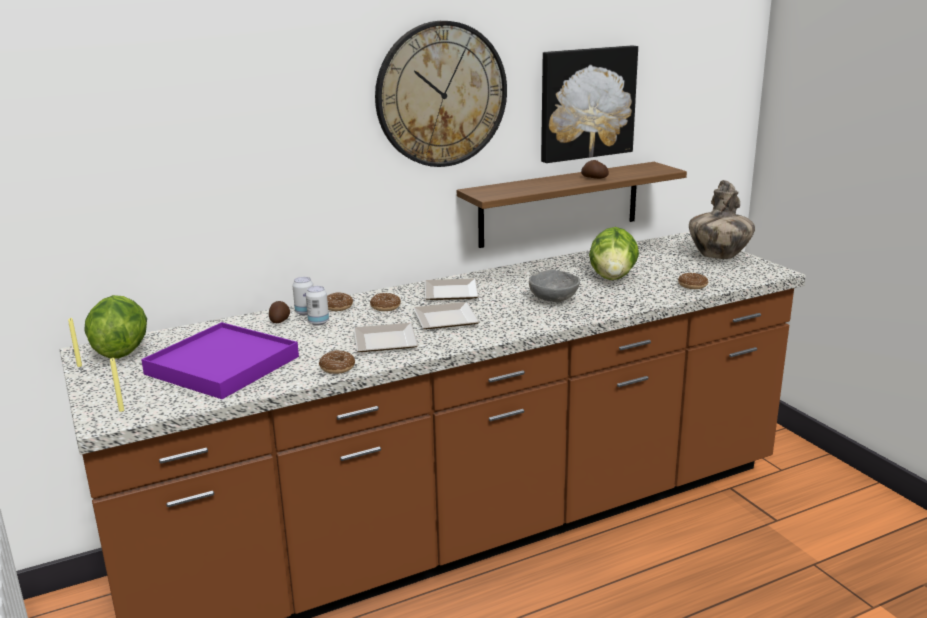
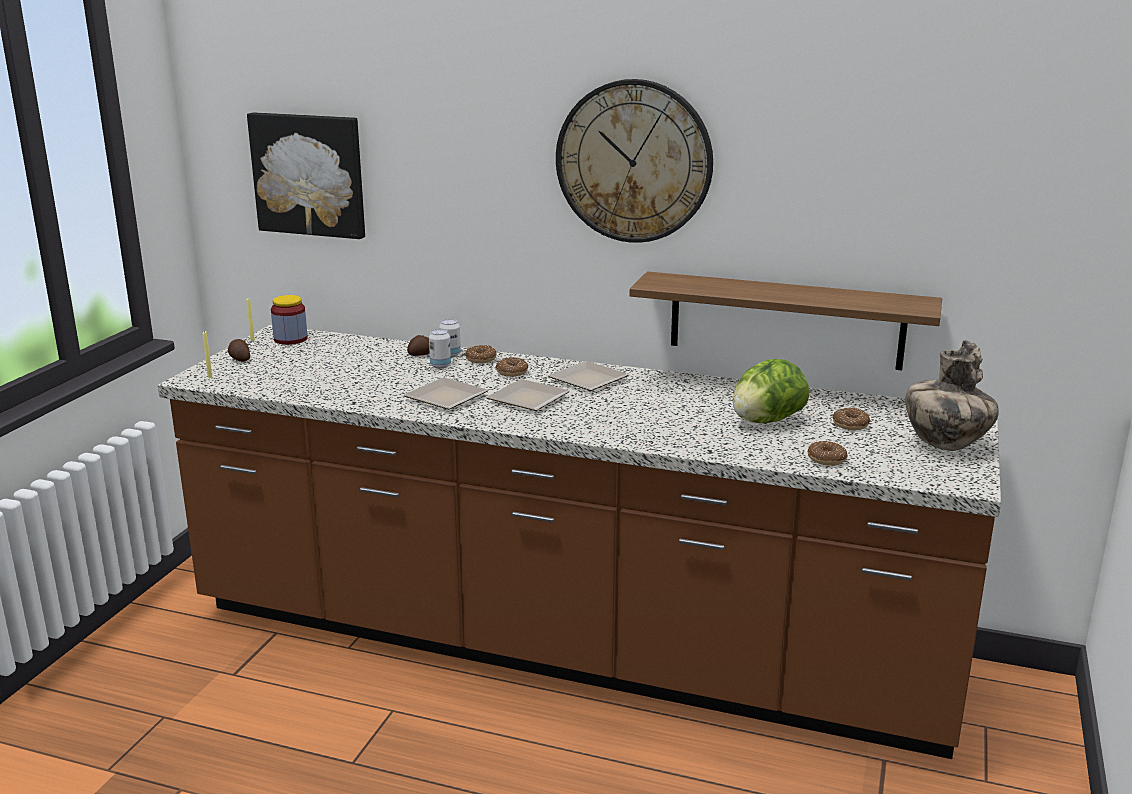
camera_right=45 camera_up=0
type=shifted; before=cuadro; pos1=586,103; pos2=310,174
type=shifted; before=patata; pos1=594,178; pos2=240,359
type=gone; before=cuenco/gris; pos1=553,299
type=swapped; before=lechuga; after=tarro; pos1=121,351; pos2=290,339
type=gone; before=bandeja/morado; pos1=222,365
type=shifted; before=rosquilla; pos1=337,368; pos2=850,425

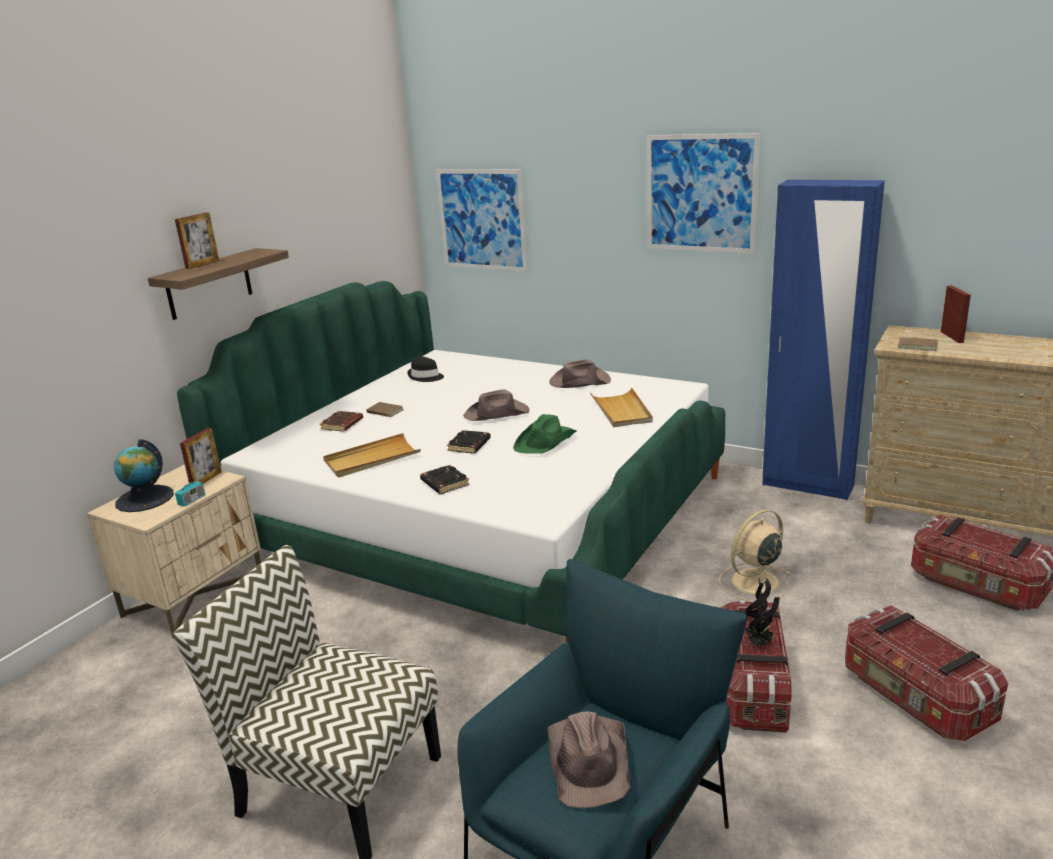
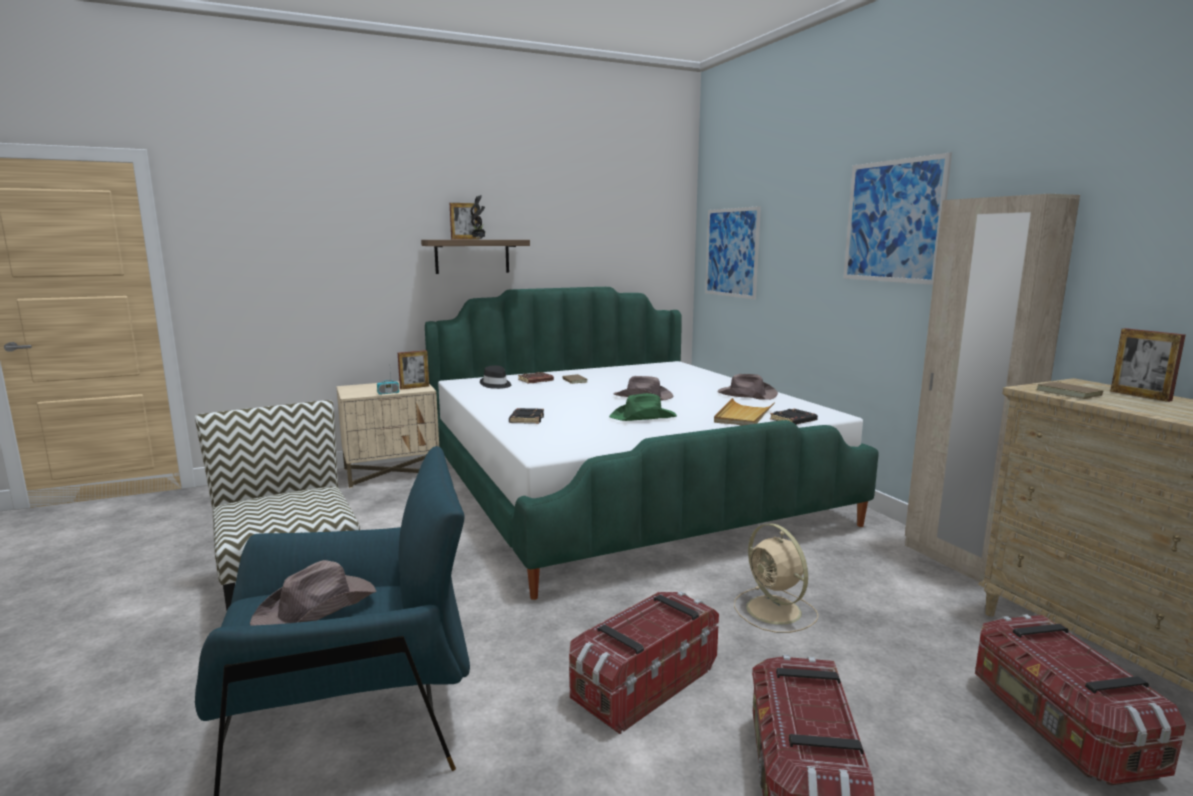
camera_right=35 camera_up=-10
type=repainted; before=armario ropero/azul; after=armario ropero/beis; pos1=807,485; pos2=958,562
type=rotated; before=portarretratos; pos1=951,337; pos2=1140,396; turn=120
type=shifted; before=sombrero/negro; pos1=425,377; pos2=496,385
type=shifted; before=libro/negro; pos1=469,445; pos2=793,421
type=gone; before=bandeja/beis; pos1=372,459
type=gone; before=globo terráqueo; pos1=145,499
type=rotated; before=ventilador/beis; pos1=753,582; pos2=775,611; turn=-120
type=shifted; before=planta en maceta; pos1=760,644; pos2=479,239

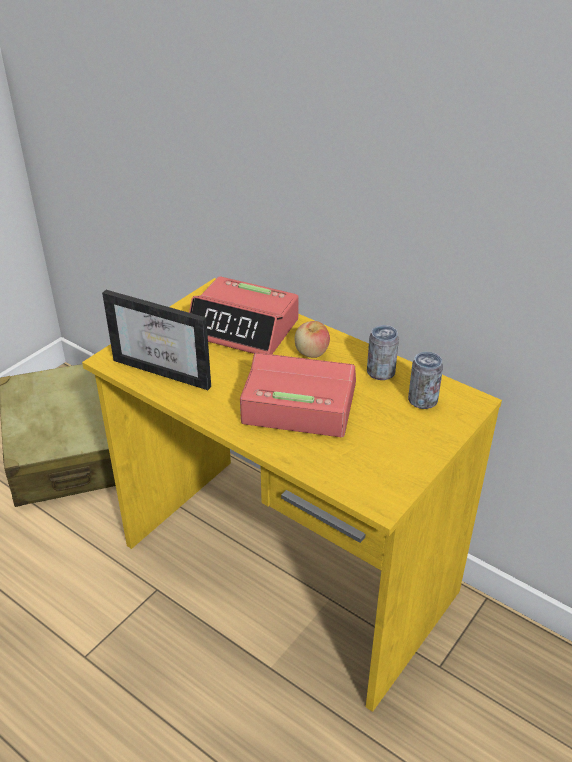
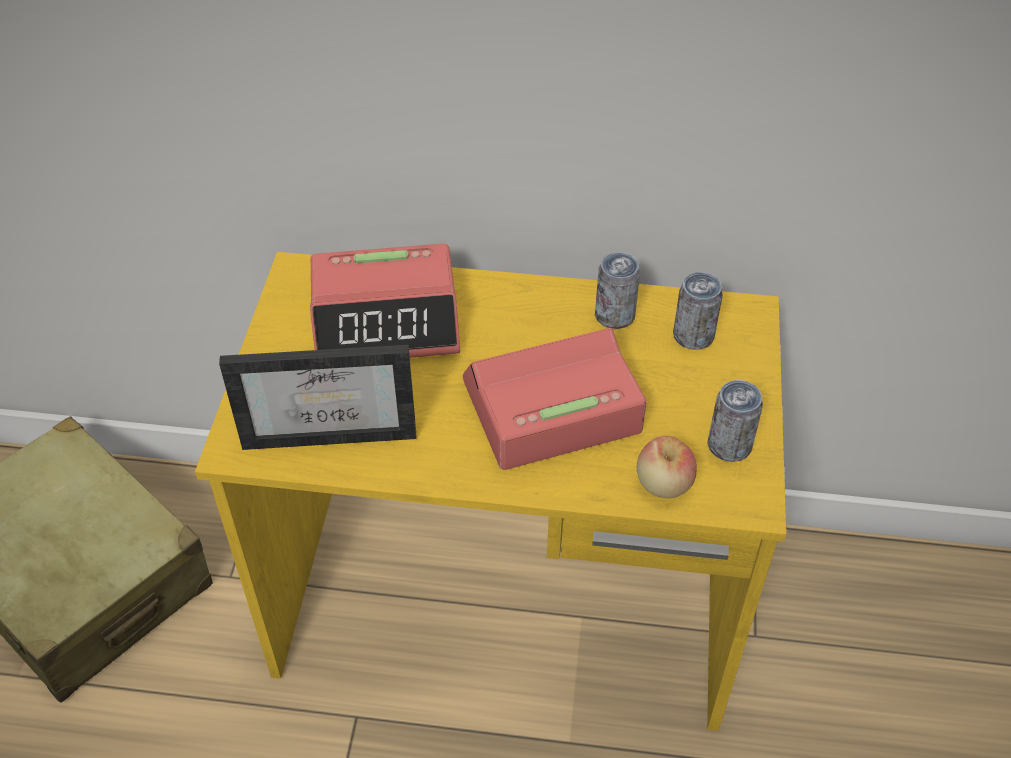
camera_right=-30 camera_up=10
type=shifted; before=manzana; pos1=311,352; pos2=663,484
type=new; after=lata; pos2=729,445

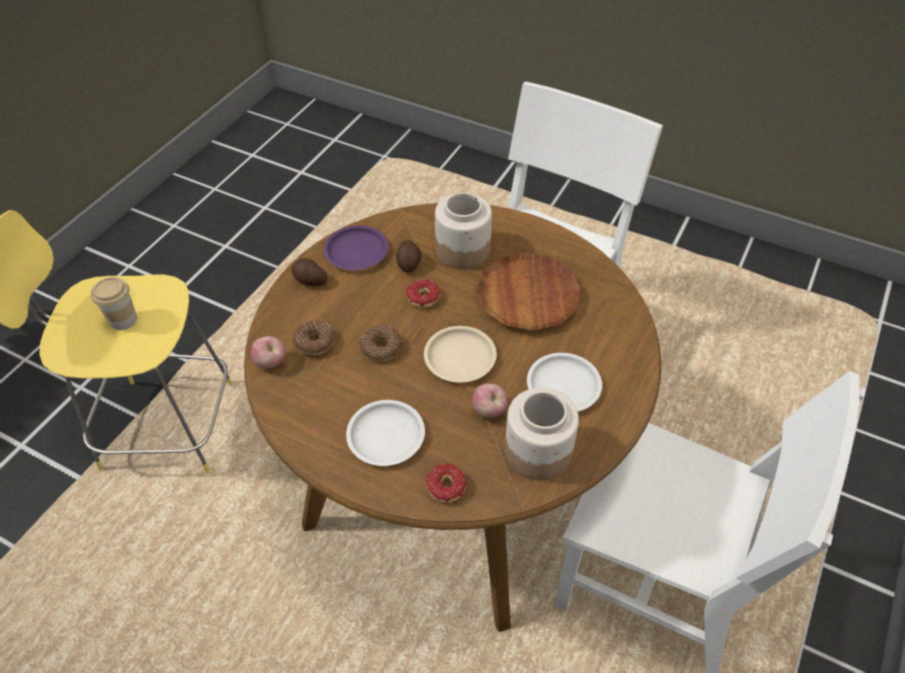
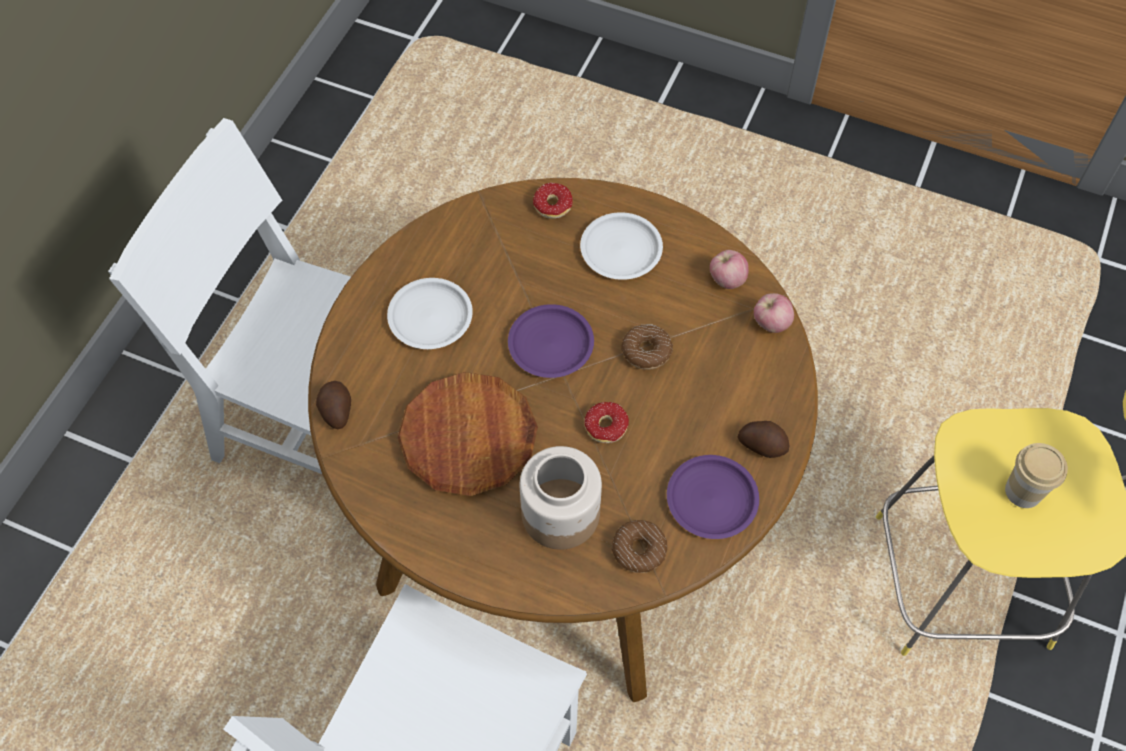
camera_right=175 camera_up=10
type=shifted; before=patata; pos1=409,263; pos2=336,410
type=shifted; before=rosquilla; pos1=315,342; pos2=639,550
type=repainted; before=plato/beis; after=plato/morado; pos1=459,357; pos2=551,345
type=shifted; before=manzana; pos1=489,411; pos2=726,280
type=gone; before=tarro; pos1=537,451

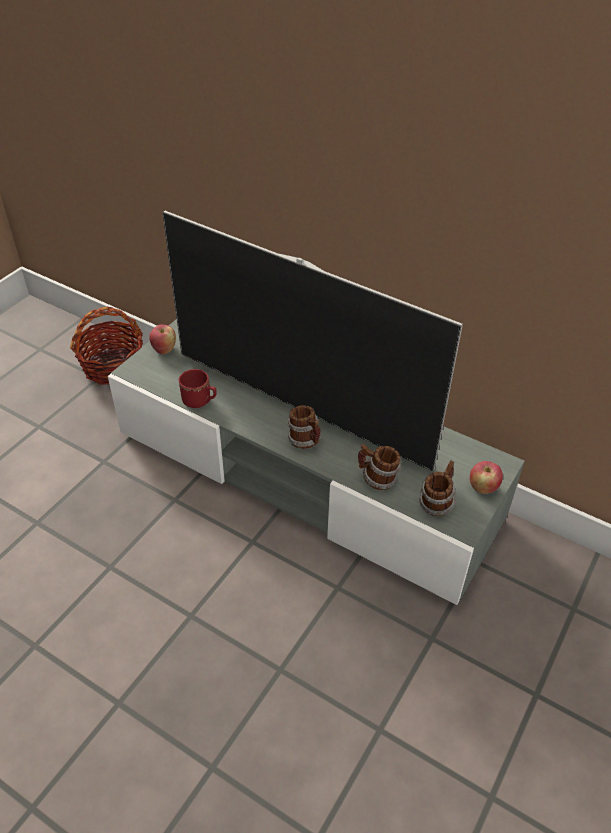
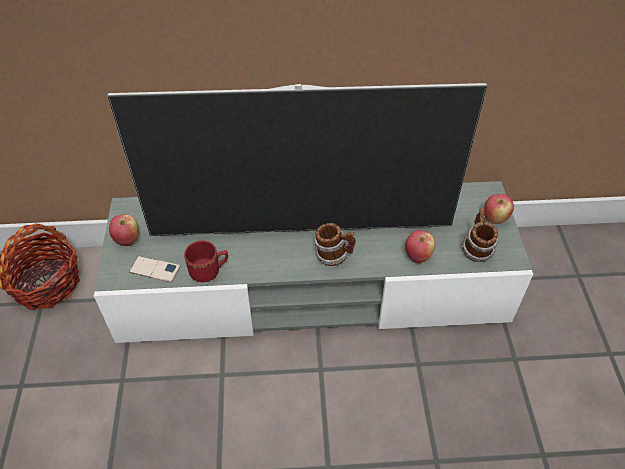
camera_right=-35 camera_up=5
type=swapped; before=taza grande; after=manzana; pos1=377,479; pos2=417,256
type=new; after=móvil; pos2=155,269

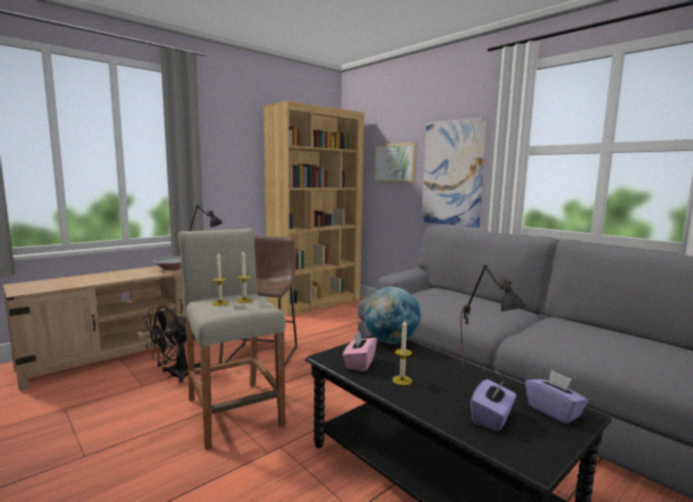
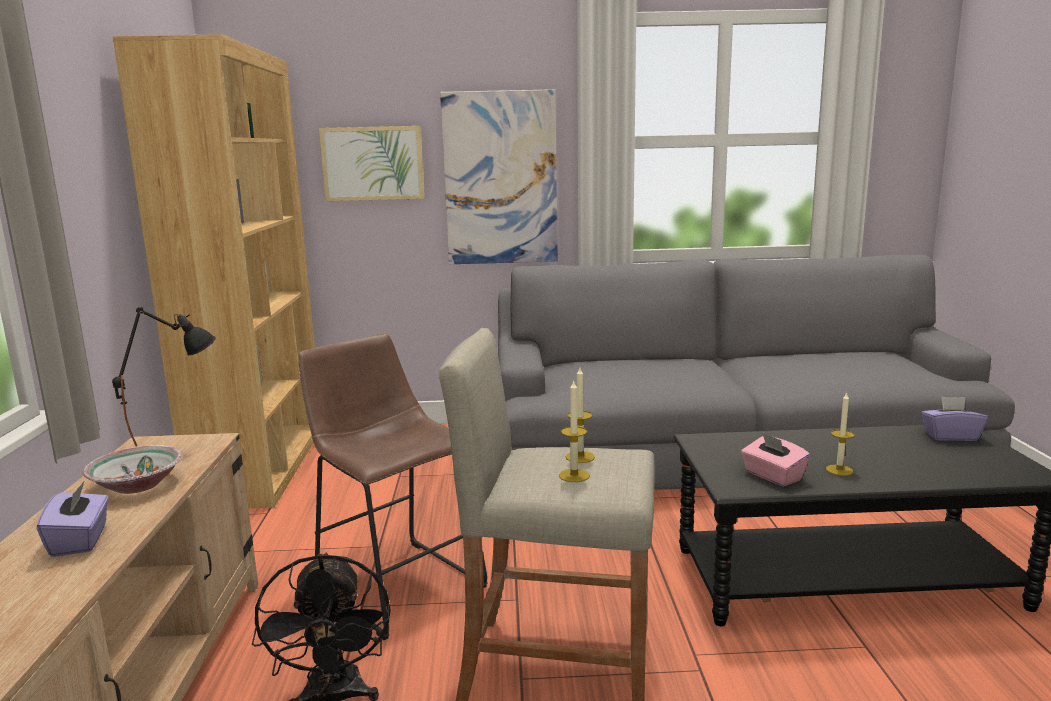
camera_right=-50 camera_up=5
type=gone; before=lámpara de mesa/negro; pos1=486,375
type=gone; before=globo terráqueo; pos1=391,341
type=shifted; before=caja de pañuelos/morado; pos1=492,418; pos2=80,540

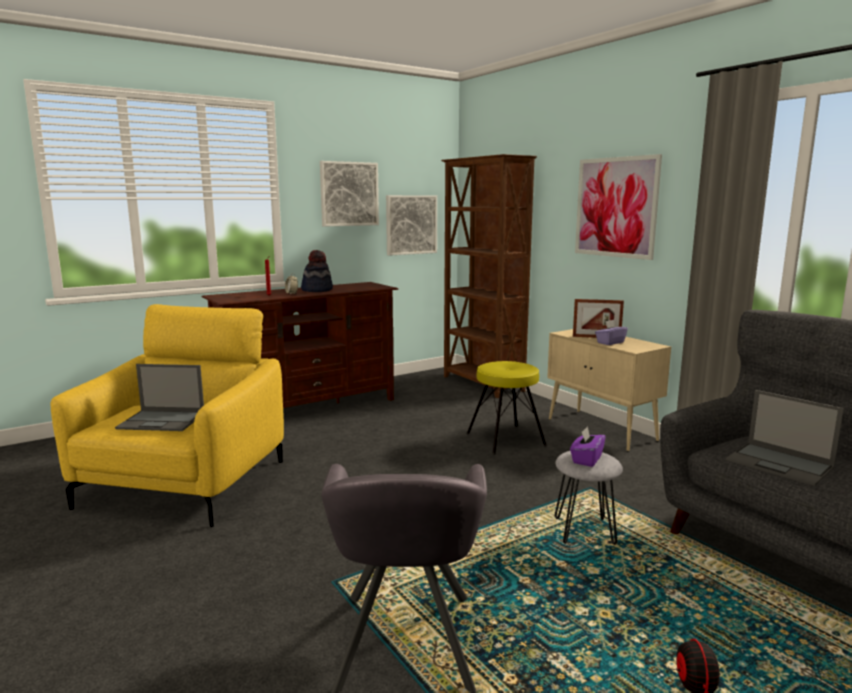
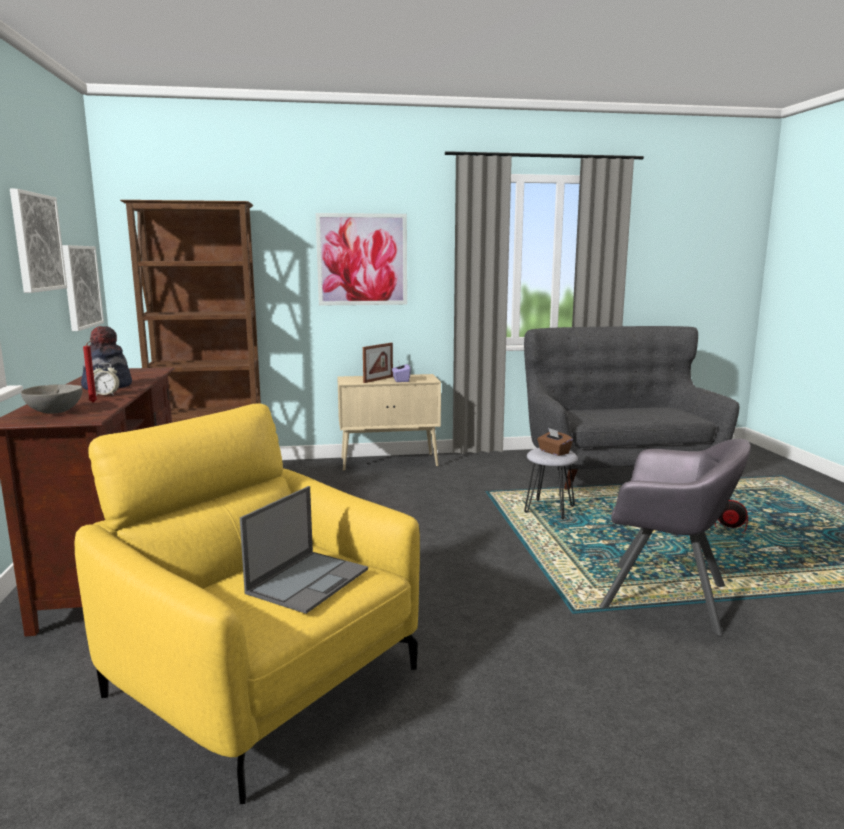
camera_right=-65 camera_up=0
type=gone; before=taburete/amarillo; pos1=505,439
type=gone; before=portátil; pos1=780,464
type=repainted; before=caja de pañuelos/morado; after=caja de pañuelos/marrón; pos1=586,459; pos2=554,452
type=new; after=cuenco/gris; pos2=54,412

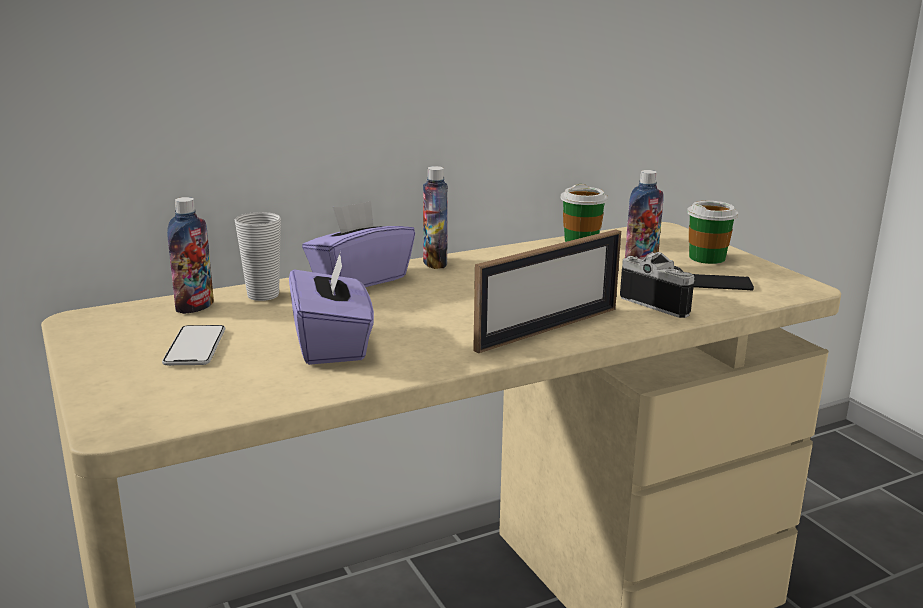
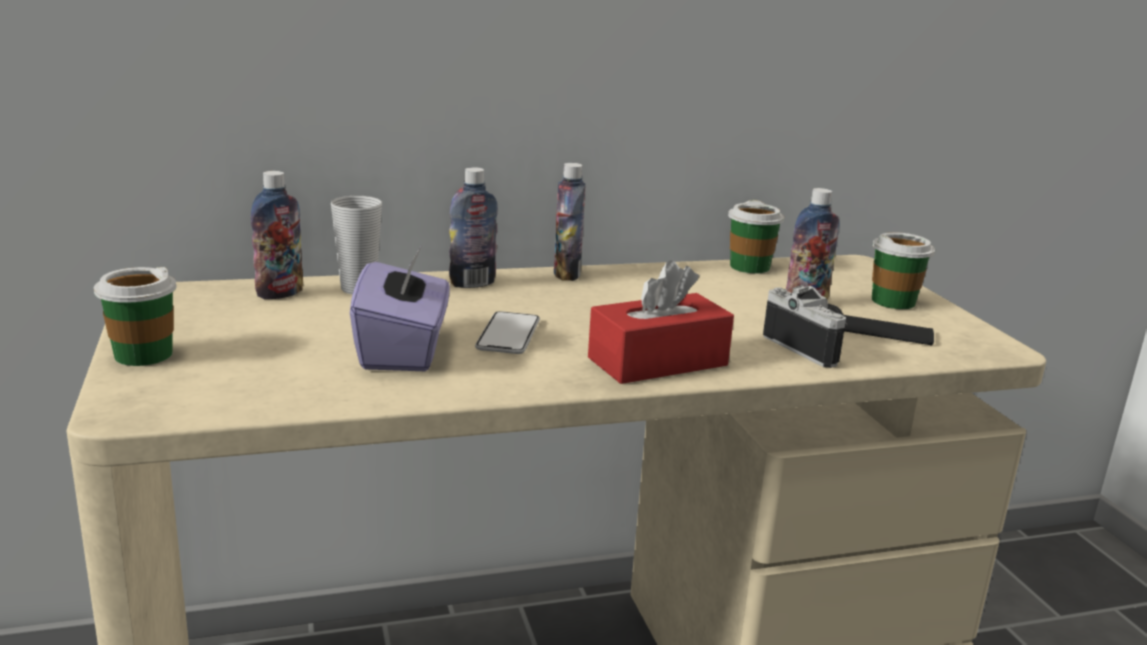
camera_right=10 camera_up=0
type=swapped; before=caja de pañuelos/morado; after=botella; pos1=359,279; pos2=472,283
type=swapped; before=portarretratos; after=caja de pañuelos/rojo; pos1=548,329; pos2=657,362
type=shifted; before=móvil; pos1=195,347; pos2=508,335
type=new; after=taza; pos2=143,355

